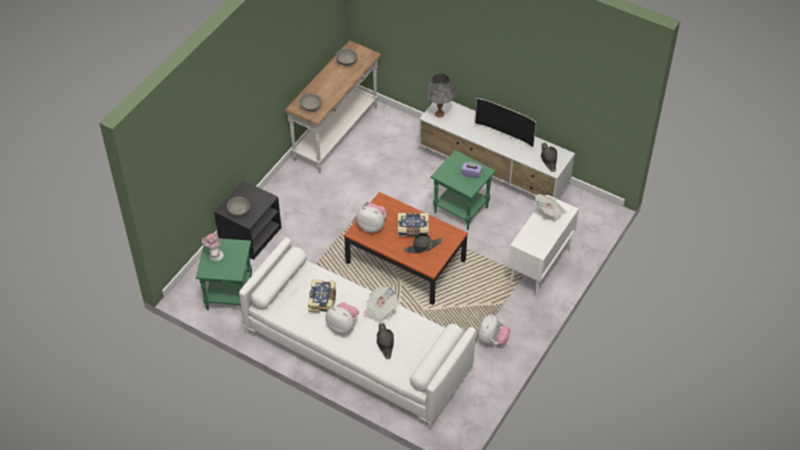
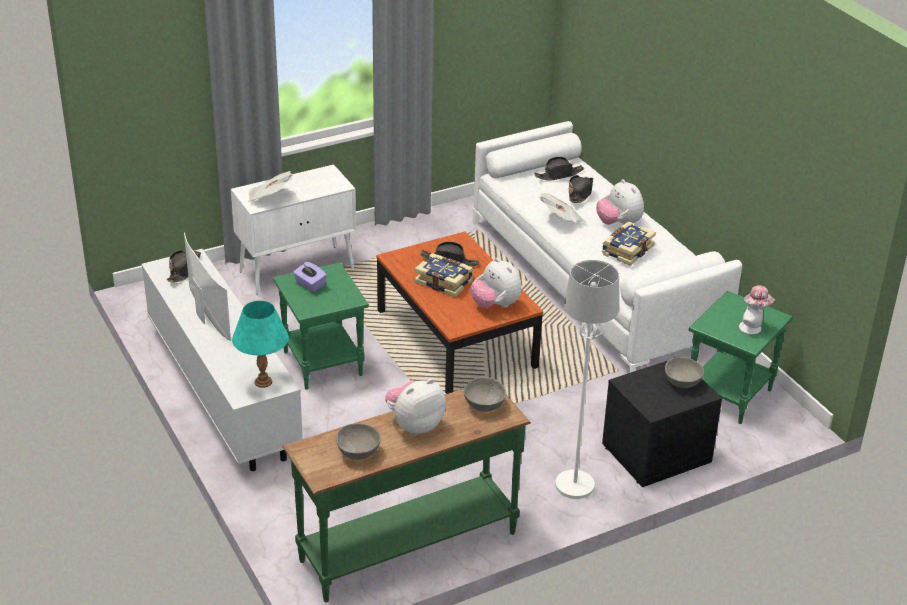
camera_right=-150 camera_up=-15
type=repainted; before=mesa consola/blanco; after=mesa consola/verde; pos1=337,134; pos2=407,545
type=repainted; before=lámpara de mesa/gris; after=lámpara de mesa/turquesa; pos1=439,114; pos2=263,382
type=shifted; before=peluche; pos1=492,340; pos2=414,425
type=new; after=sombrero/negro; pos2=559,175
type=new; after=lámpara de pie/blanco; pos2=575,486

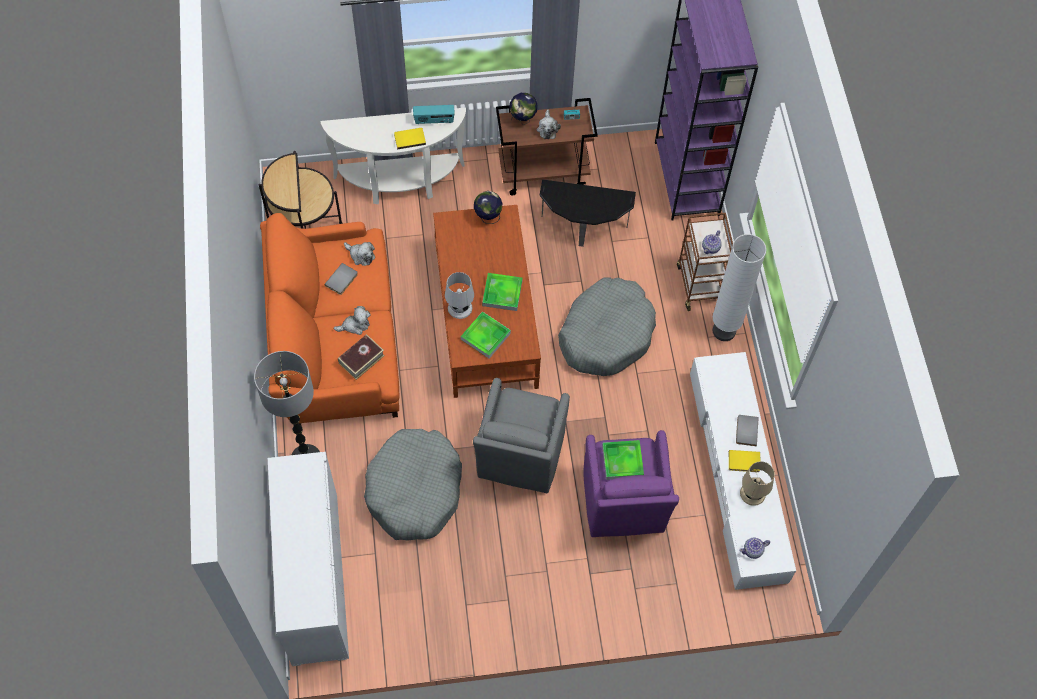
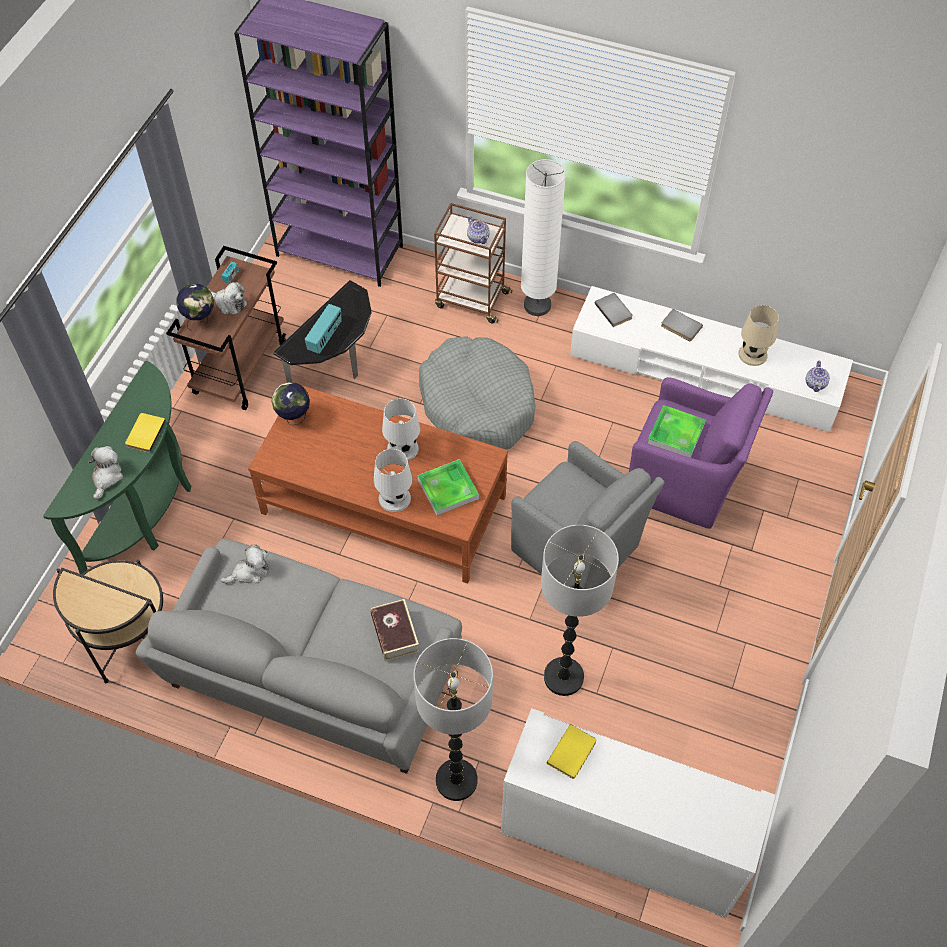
camera_right=-60 camera_up=-5
type=shifted; before=radio; pos1=434,121; pos2=325,337
type=repainted; before=mesa consola/blanco; after=mesa consola/verde; pos1=400,184; pos2=148,510
type=repainted; before=sofá/naranja; after=sofá/gris; pos1=336,339; pos2=312,674
type=shifted; before=libro/gris; pos1=342,280; pos2=614,310
type=swapped; before=bandeja; after=lámpara de mesa/blanco; pos1=502,293; pos2=402,448
type=shifted; before=peluche; pos1=355,325; pos2=106,477
type=swapped; before=cama para perro/gris; after=lámpara de pie; pos1=415,490; pos2=563,677
type=shifted; before=libro/amarillo; pos1=744,462; pos2=573,753

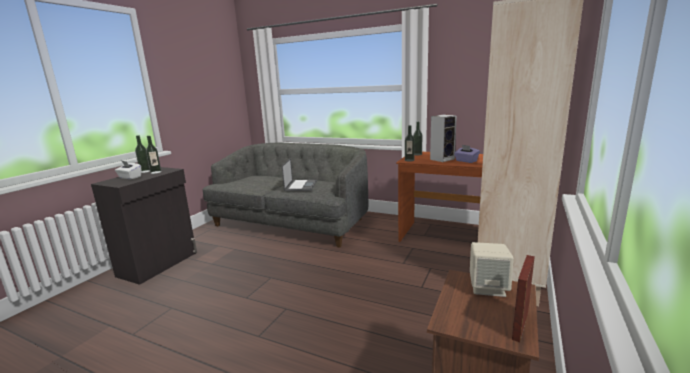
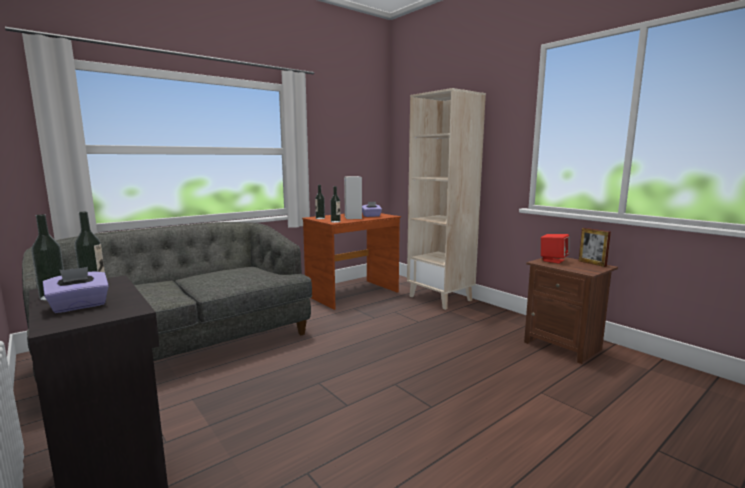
camera_right=-65 camera_up=-5
type=gone; before=portátil; pos1=301,185
type=repainted; before=caja de pañuelos/blanco; after=caja de pañuelos/morado; pos1=130,177; pos2=79,306
type=repainted; before=altavoz/beis; after=altavoz/rojo; pos1=488,287; pos2=553,260

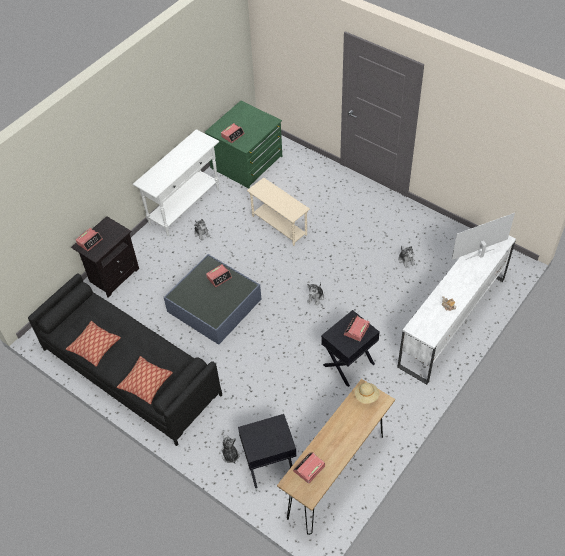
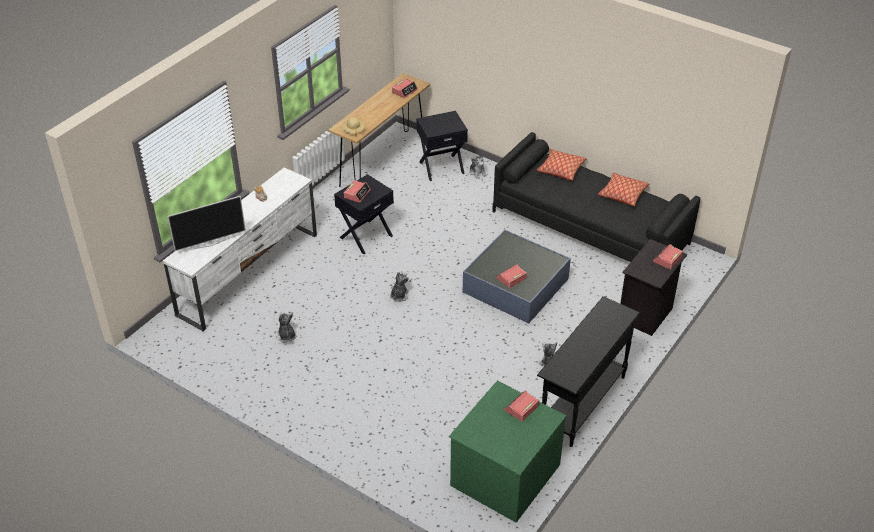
camera_right=175 camera_up=-10
type=repainted; before=mesa consola/blanco; after=mesa consola/negro; pos1=185,206; pos2=582,403
type=gone; before=mesa auxiliar/beis; pos1=279,225

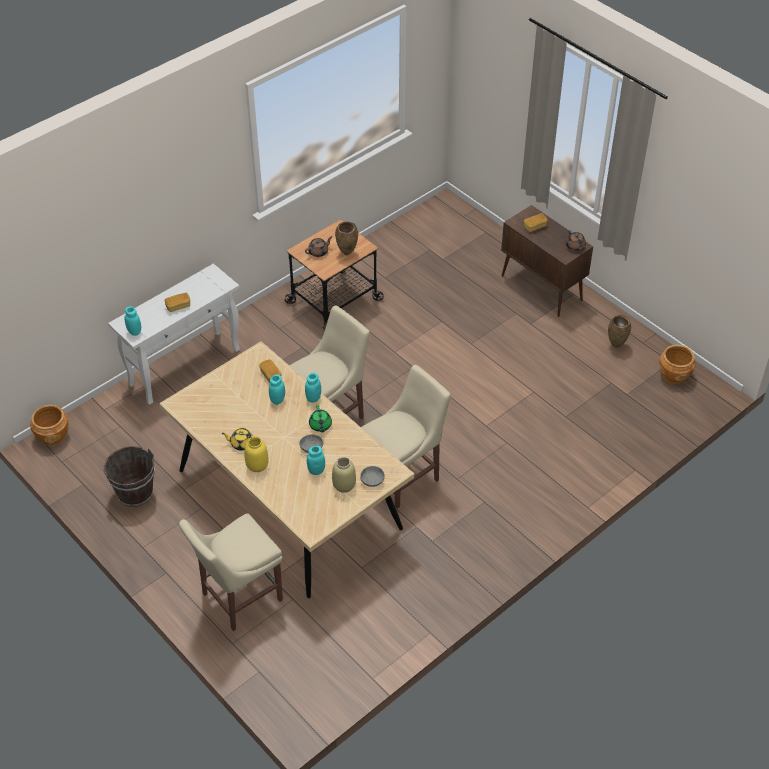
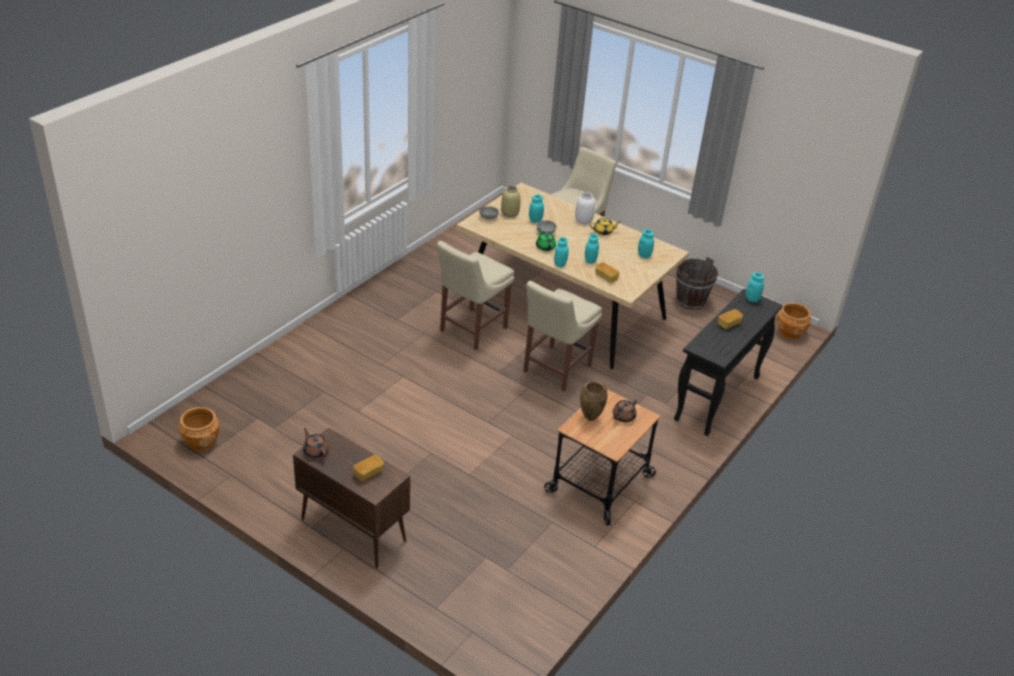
camera_right=165 camera_up=-10
type=repainted; before=mesa consola/blanco; after=mesa consola/negro; pos1=185,366; pos2=717,399
type=gone; before=florero/marrón; pos1=616,345
type=repainted; before=florero/amarillo; after=florero/blanco; pos1=257,465; pos2=583,220
type=new; after=tarro/turquesa; pos2=644,255

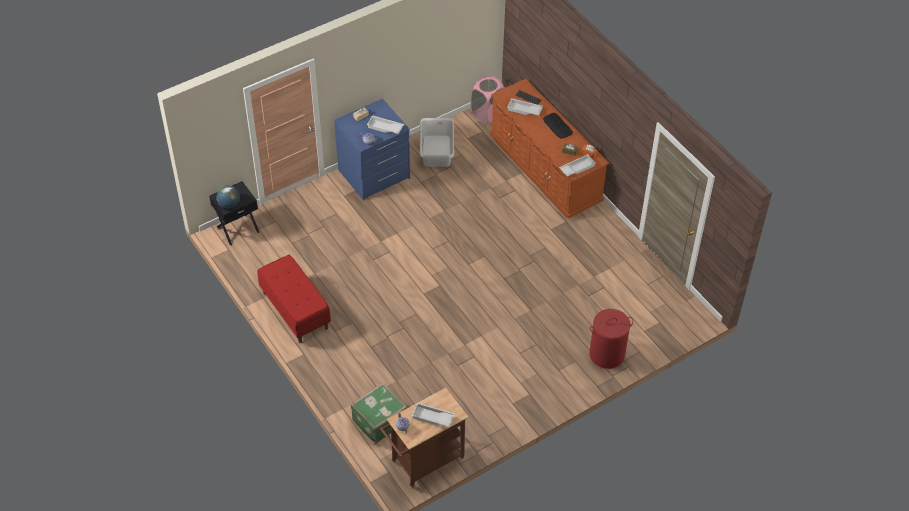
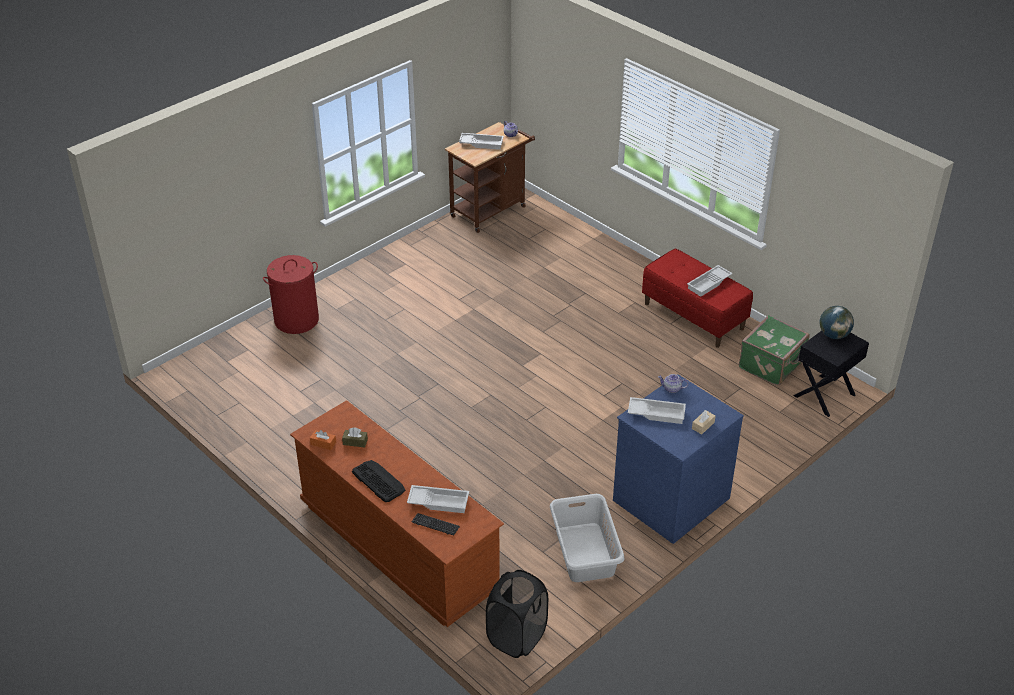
camera_right=170 camera_up=-10
type=repainted; before=cesto de la ropa/rosa; after=cesto de la ropa/negro; pos1=487,114; pos2=516,637
type=shifted; before=bandeja/blanco; pos1=577,167; pos2=709,284
type=shifted; before=maleta/verde; pos1=378,421; pos2=772,365

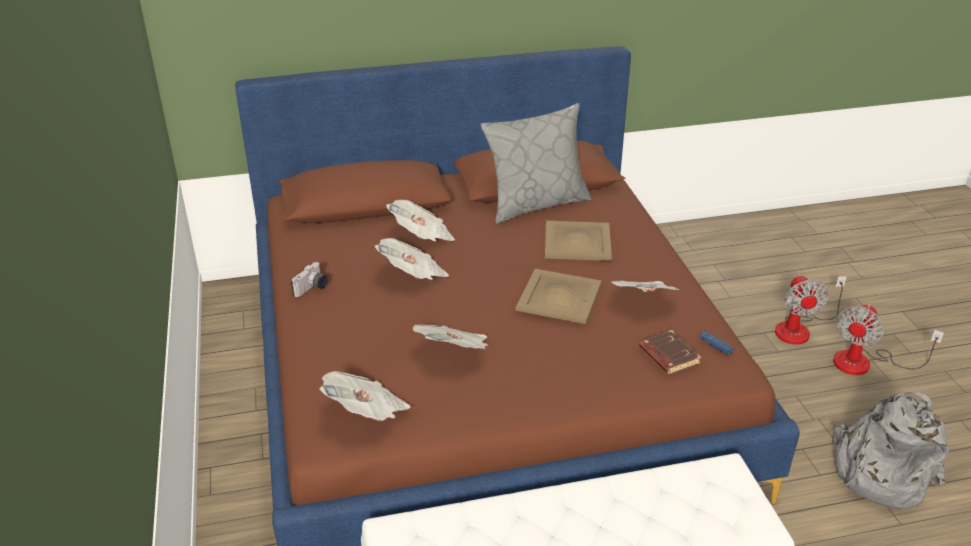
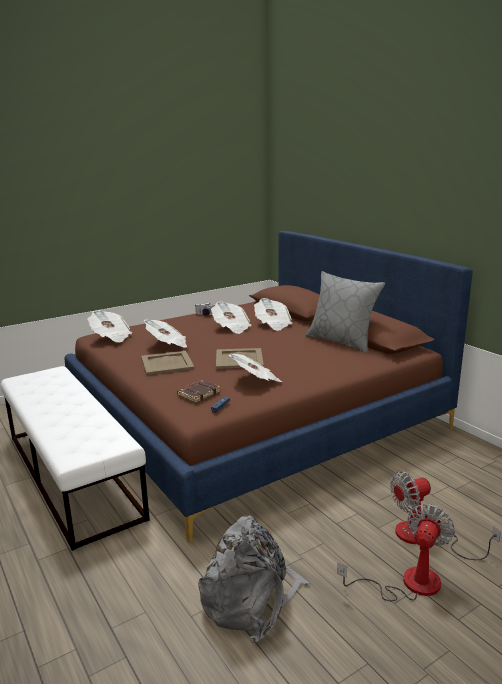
camera_right=70 camera_up=-15
type=shifted; before=bandeja/beis; pos1=578,241; pos2=166,363
type=rotated; before=ventilador; pos1=865,363; pos2=408,583; turn=105

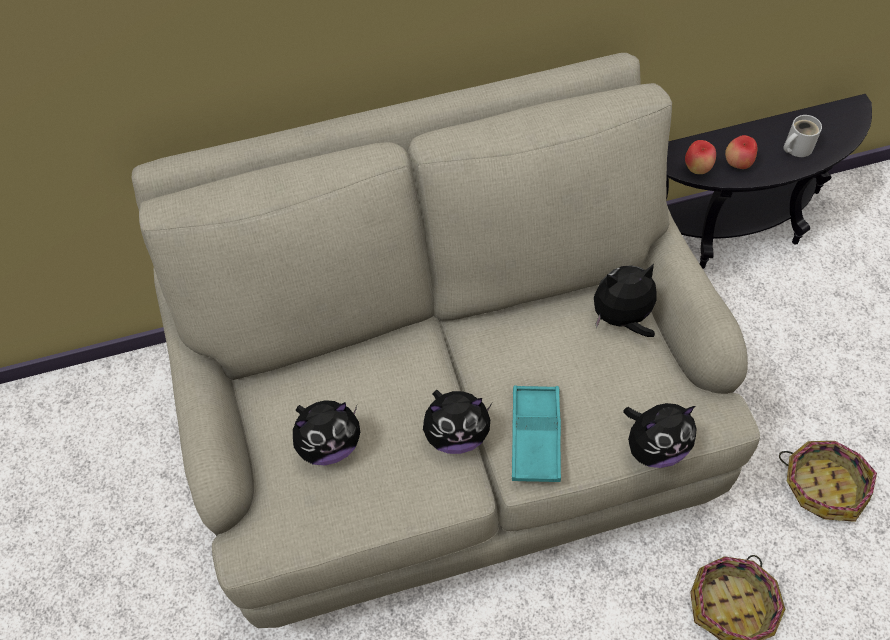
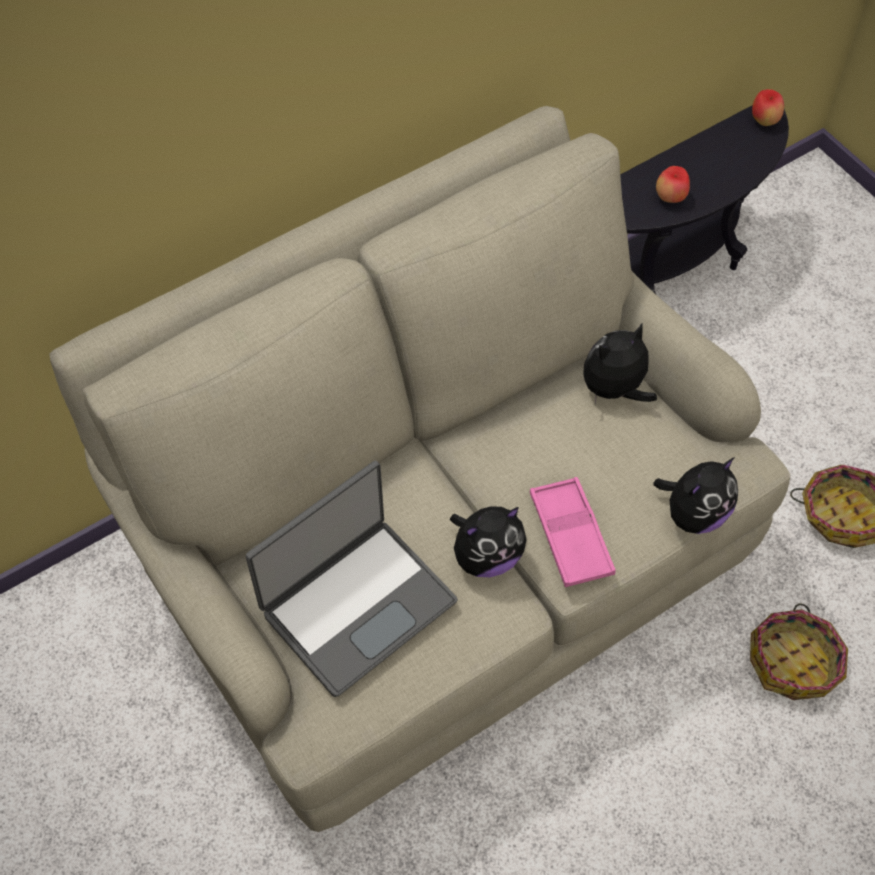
camera_right=-20 camera_up=0
type=gone; before=taza grande/blanco; pos1=795,147
type=shifted; before=manzana; pos1=697,168; pos2=764,121
type=repainted; before=bandeja/turquesa; after=bandeja/rosa; pos1=535,437; pos2=570,536
type=swapped; before=peluche; after=portátil; pos1=329,445; pos2=357,604

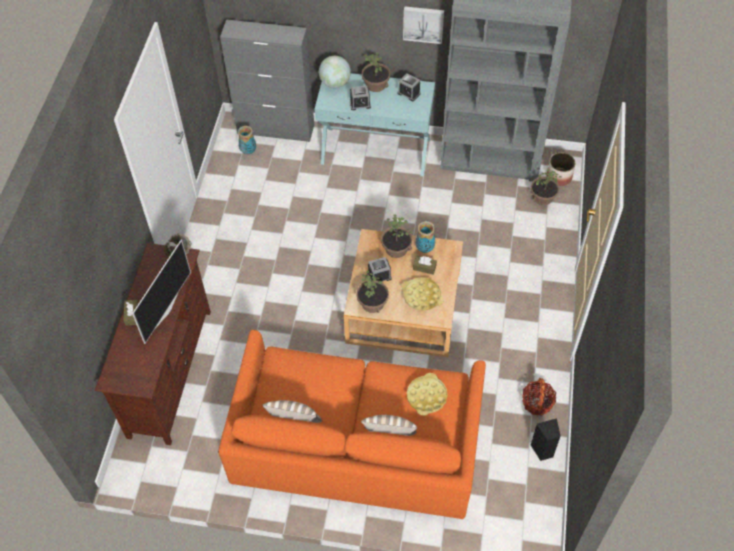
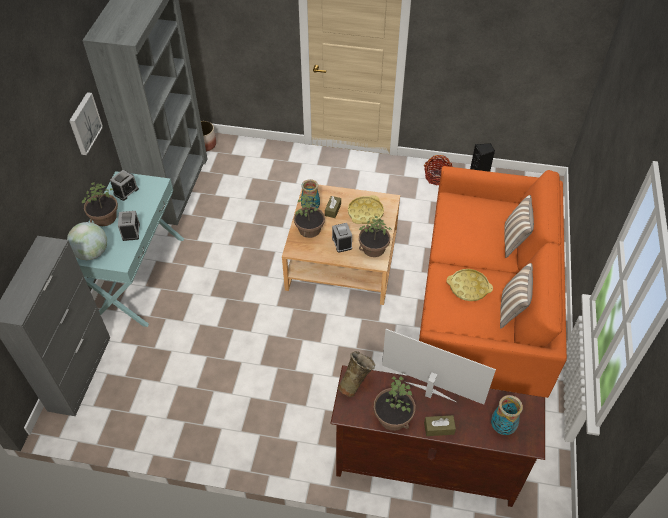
camera_right=-90 camera_up=-5
type=shifted; before=florero; pos1=248,151; pos2=502,427
type=shifted; before=planta en maceta; pos1=542,197; pos2=392,417
type=shifted; before=bandeja/amarillo; pos1=426,396; pos2=468,287

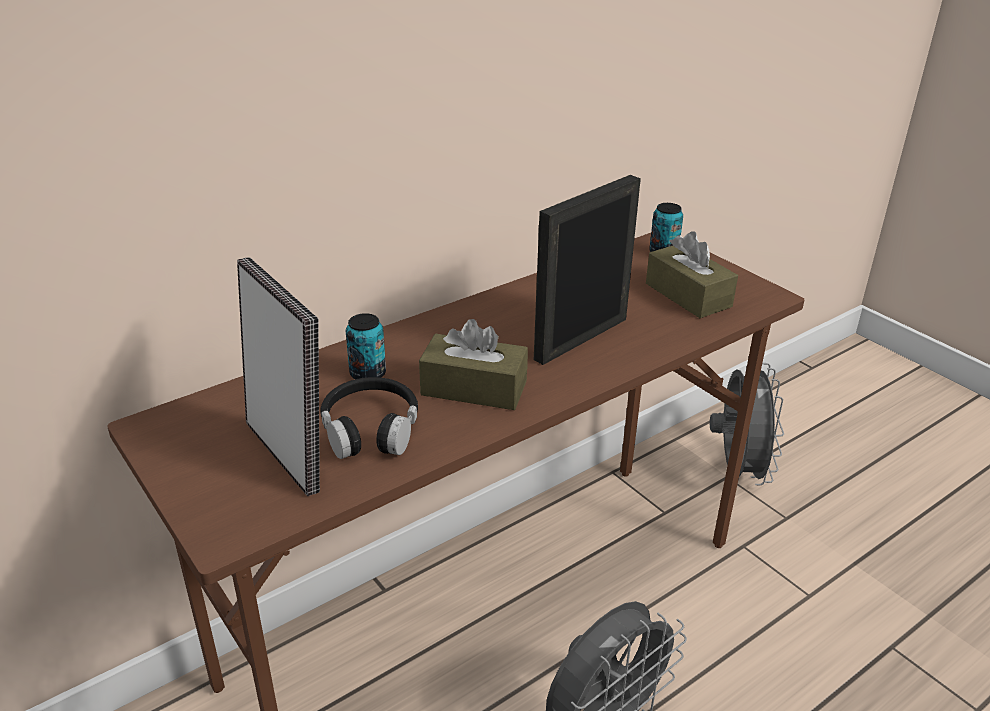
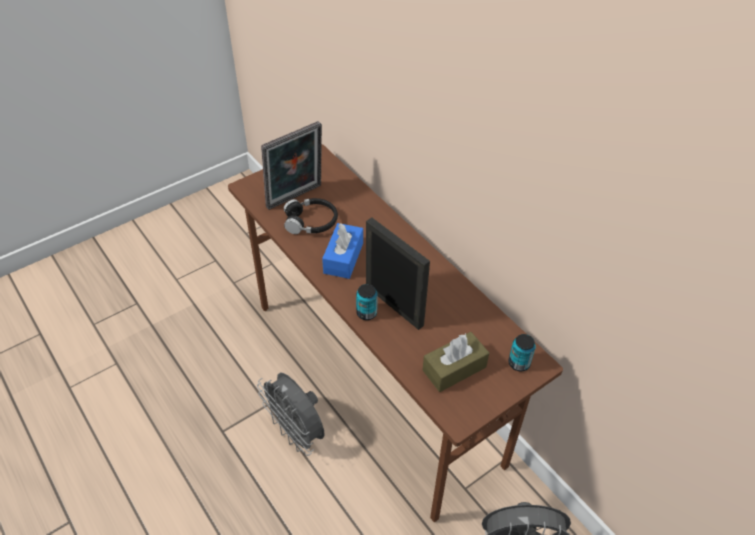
camera_right=90 camera_up=15
type=shifted; before=lata; pos1=368,374; pos2=366,313
type=repainted; before=caja de pañuelos/marrón; after=caja de pañuelos/azul; pos1=474,388; pos2=343,258

